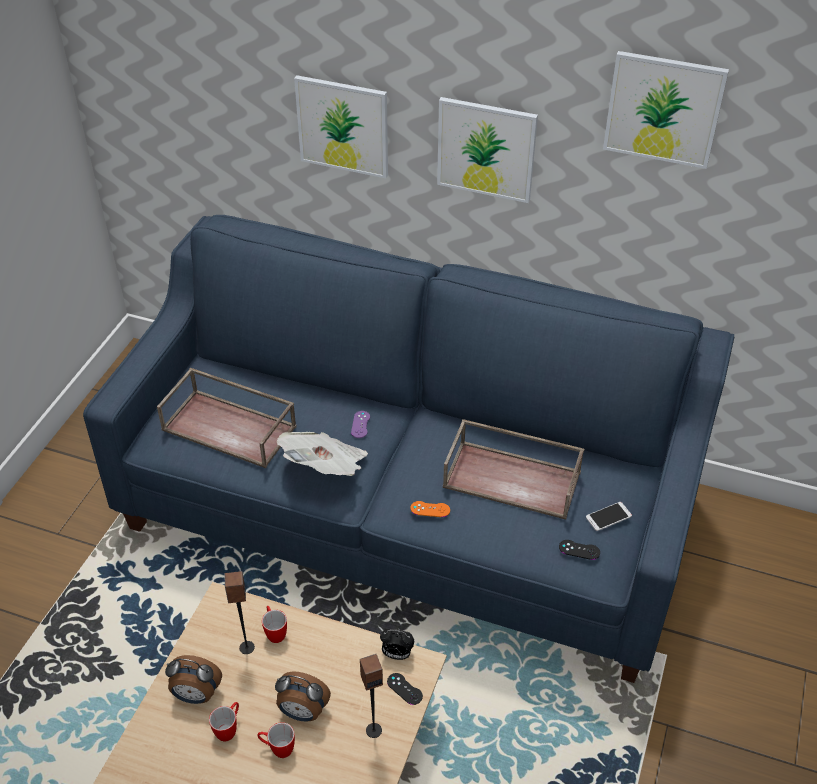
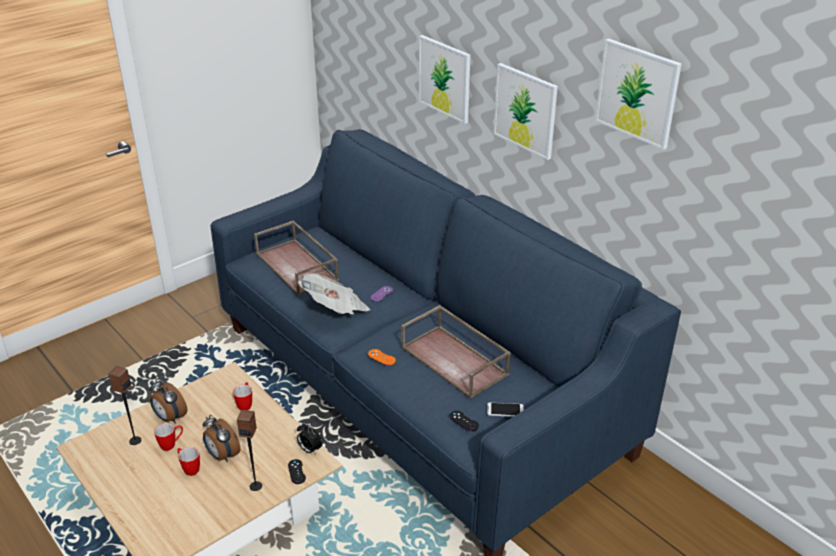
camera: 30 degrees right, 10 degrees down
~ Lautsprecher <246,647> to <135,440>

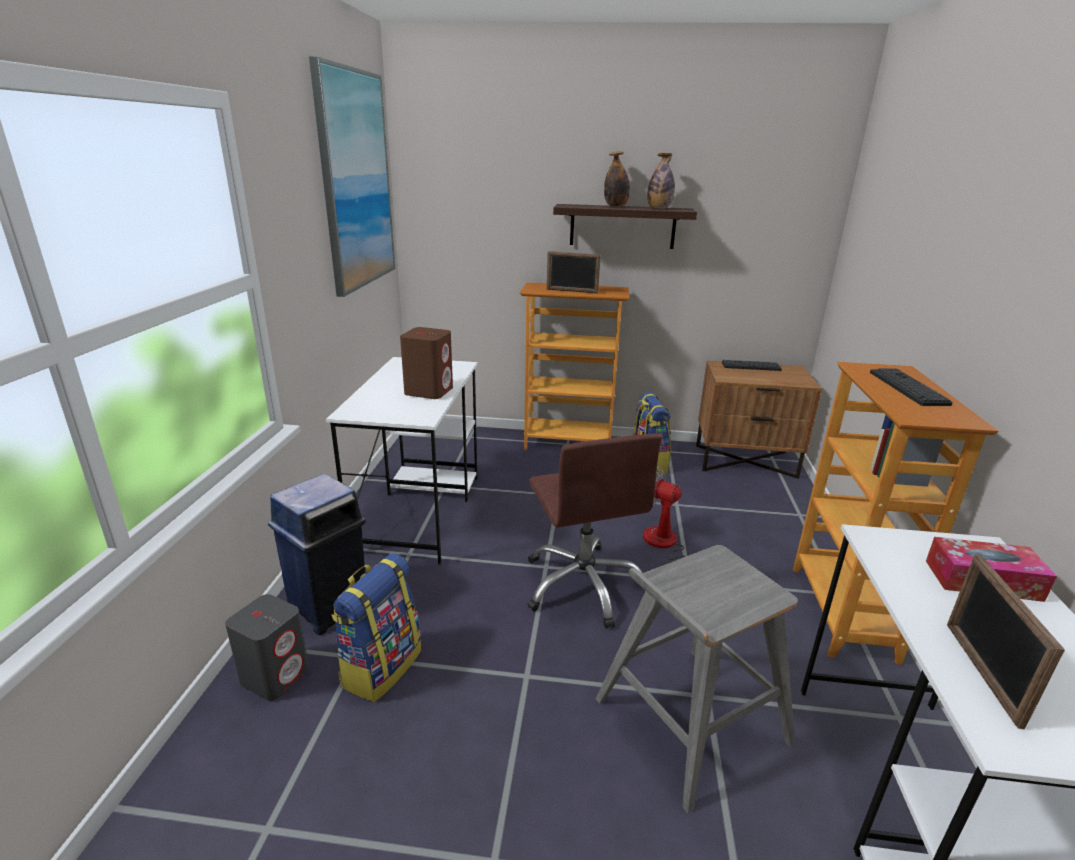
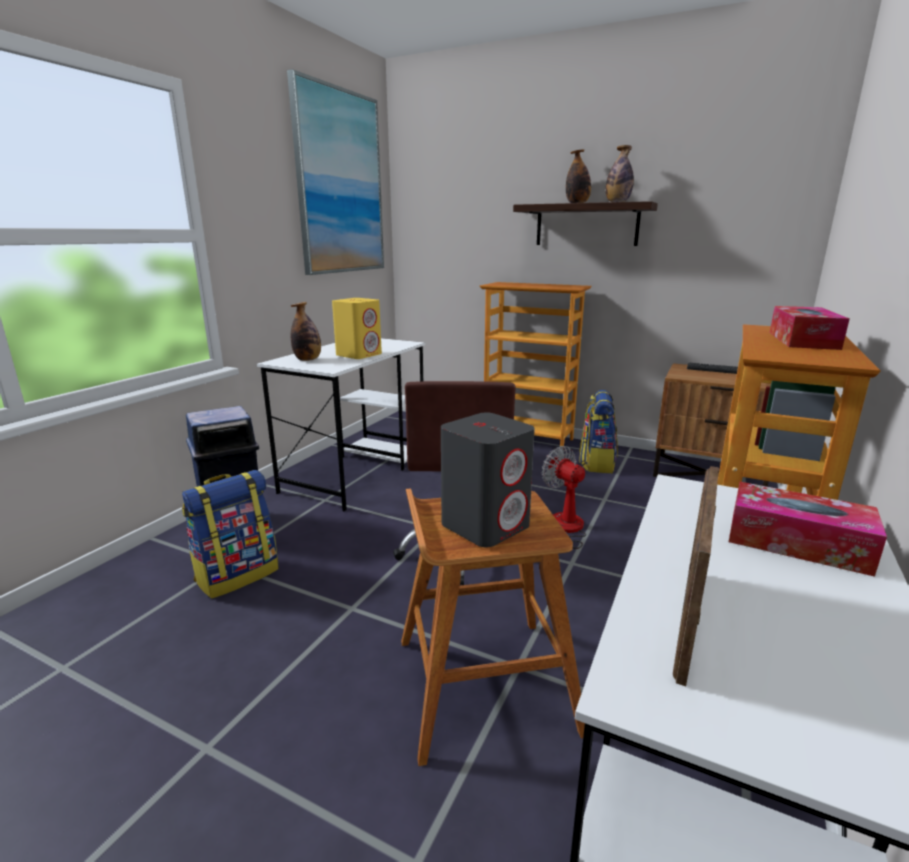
camera: 20 degrees right, 5 degrees down
- Bilderrahmen <572,291>
~ Lautsprecher [braun] <429,391> to Lautsprecher [gelb] <359,355>
~ Tastatur <907,388> to Taschentuchbox <802,340>
~ Hocker [grau] <689,721> to Hocker [braun] <482,684>
~ Lautsprecher [grau] <276,675> to <486,525>
+ Flasche <308,360>

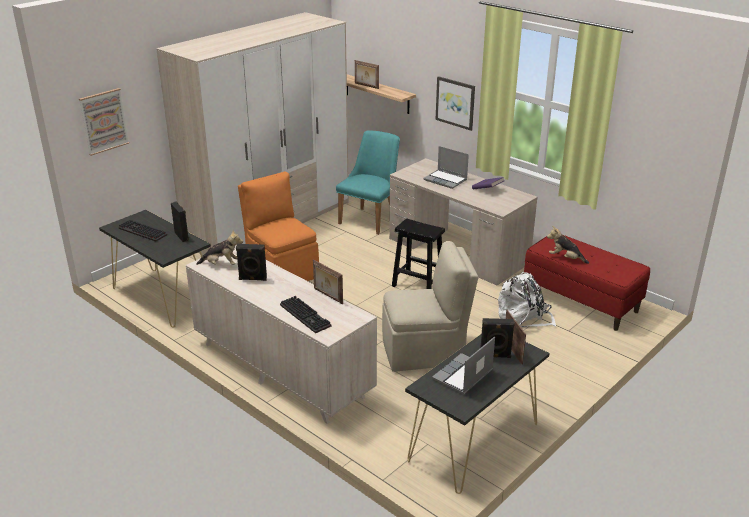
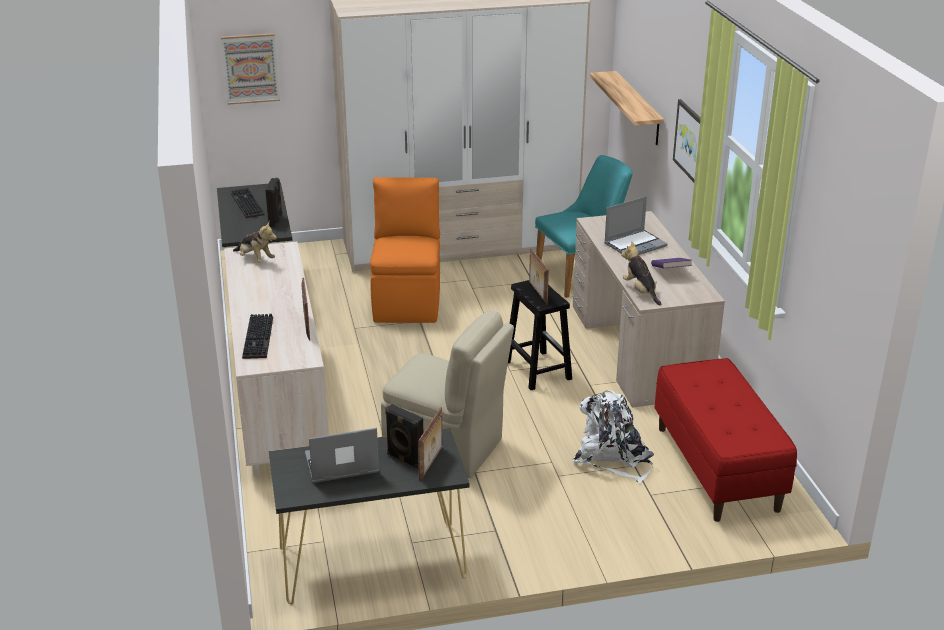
camera: 35 degrees right, 0 degrees up
~ Bilderrahmen <366,86> to <537,293>
~ Laptop <446,180> = <635,244> 105 degrees counterclockwise
~ Plüschtier <565,258> to <640,291>
- Lautsprecher [schwarz] <252,279>

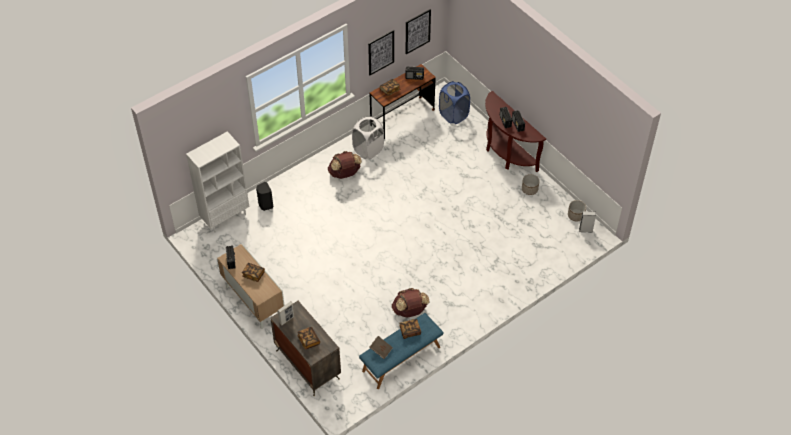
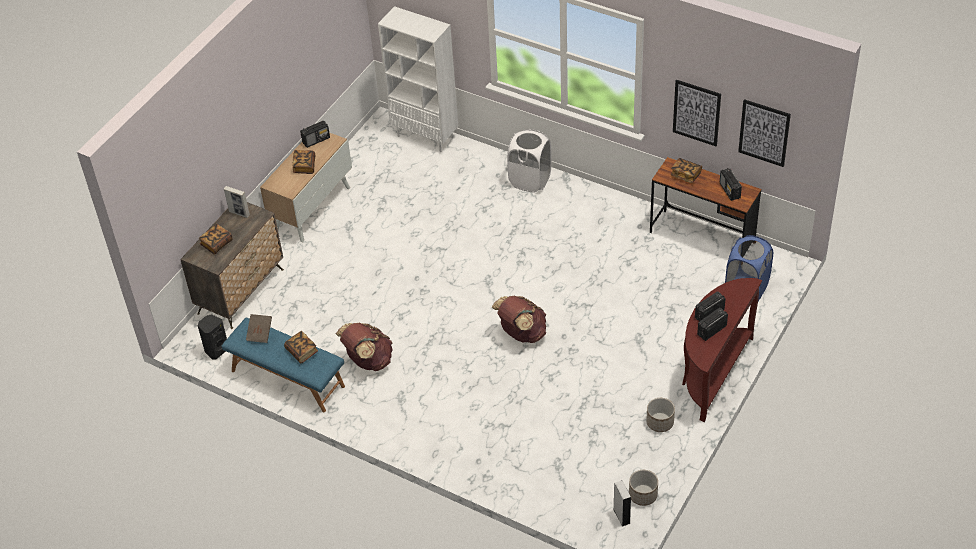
camera: 70 degrees right, 5 degrees down
~ Wäschekorb [weiß] <368,149> to <530,180>
~ Rucksack [braun] <344,174> to <521,333>
~ Lautsprecher [schwarz] <265,205> to <216,350>

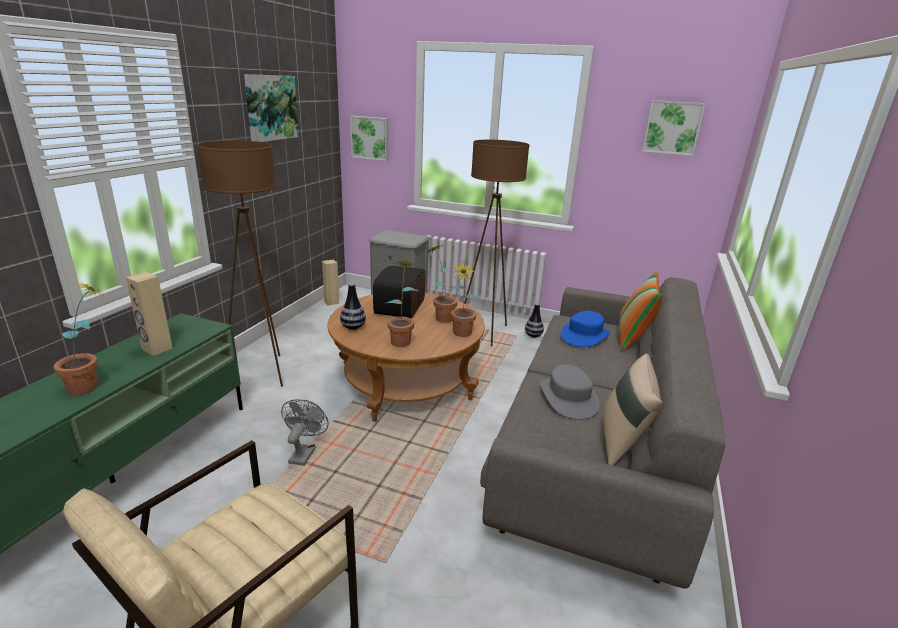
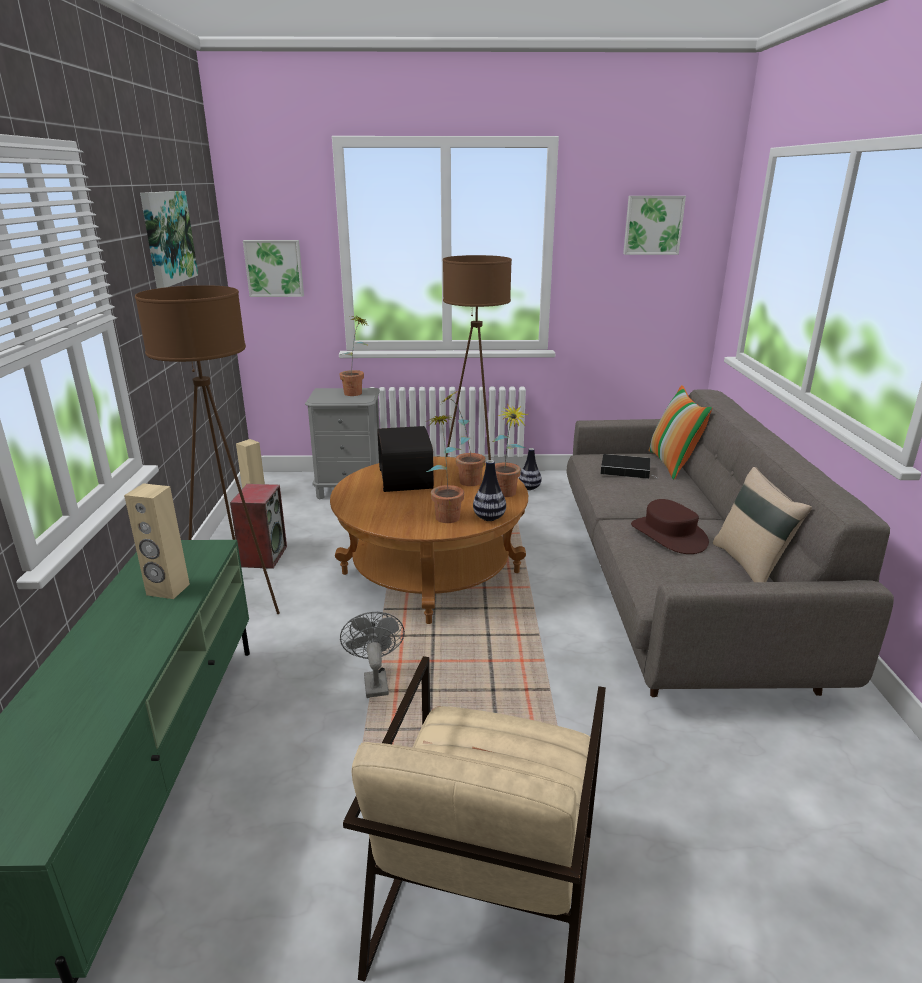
camera: 20 degrees left, 0 degrees up
~ Topfpflanze <93,385> to <356,392>
~ Vase <353,327> to <489,518>
~ Hut [blau] <584,335> to Buch <627,470>
~ Hut [grau] <568,398> to Hut [braun] <669,535>
+ Lautsprecher <263,556>

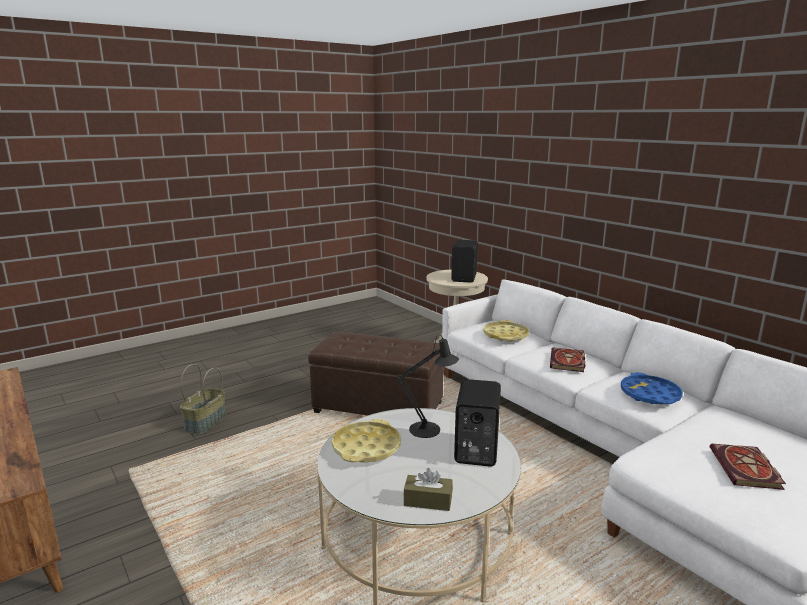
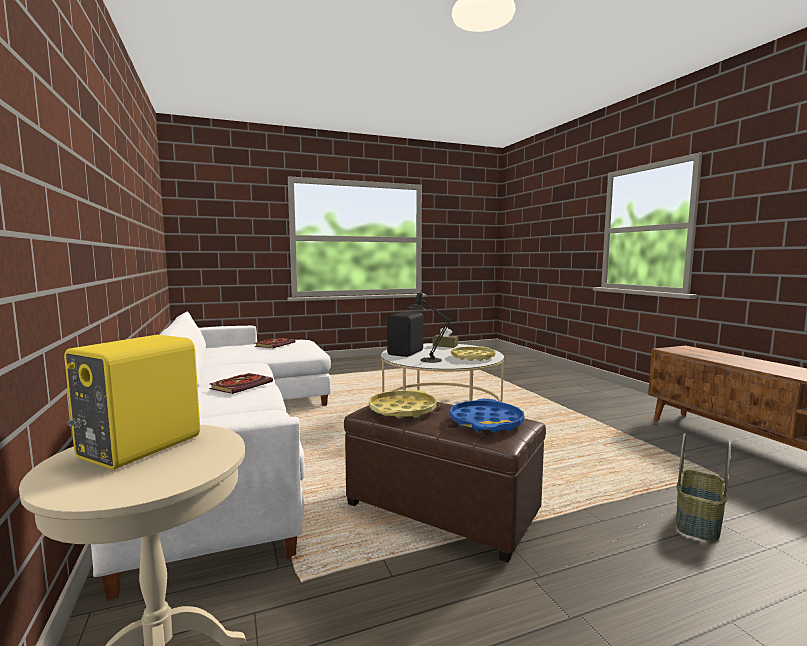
camera: 165 degrees left, 10 degrees down
~ Lautsprecher [schwarz] <465,278> to Lautsprecher [gelb] <137,448>
~ Tablett [gelb] <505,335> to <402,410>
~ Tablett [blau] <650,395> to <486,422>

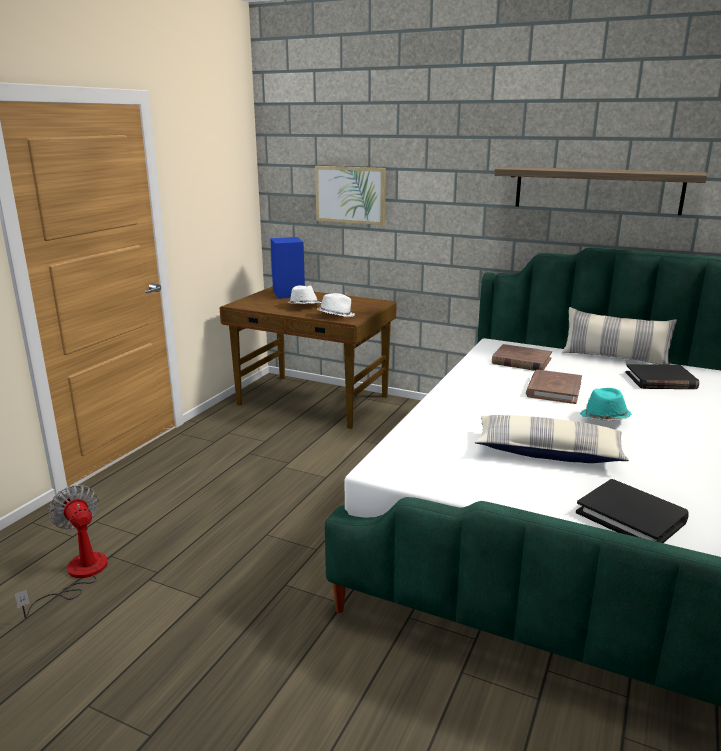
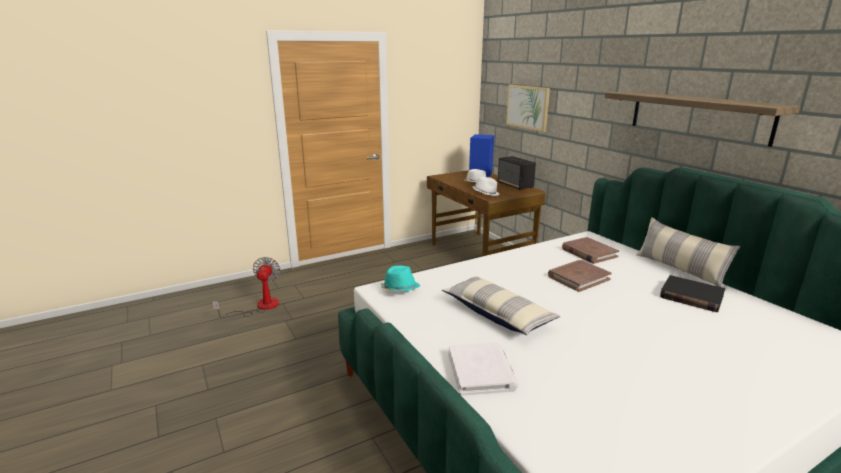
camera: 35 degrees right, 0 degrees up
~ Hut [türkis] <604,418> to <399,289>
~ Buch [schwarz] <631,517> to Buch [weiß] <481,371>
+ Lautsprecher <515,185>

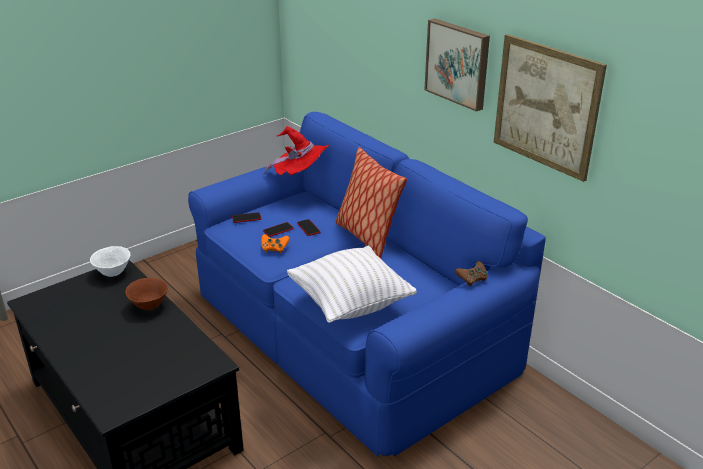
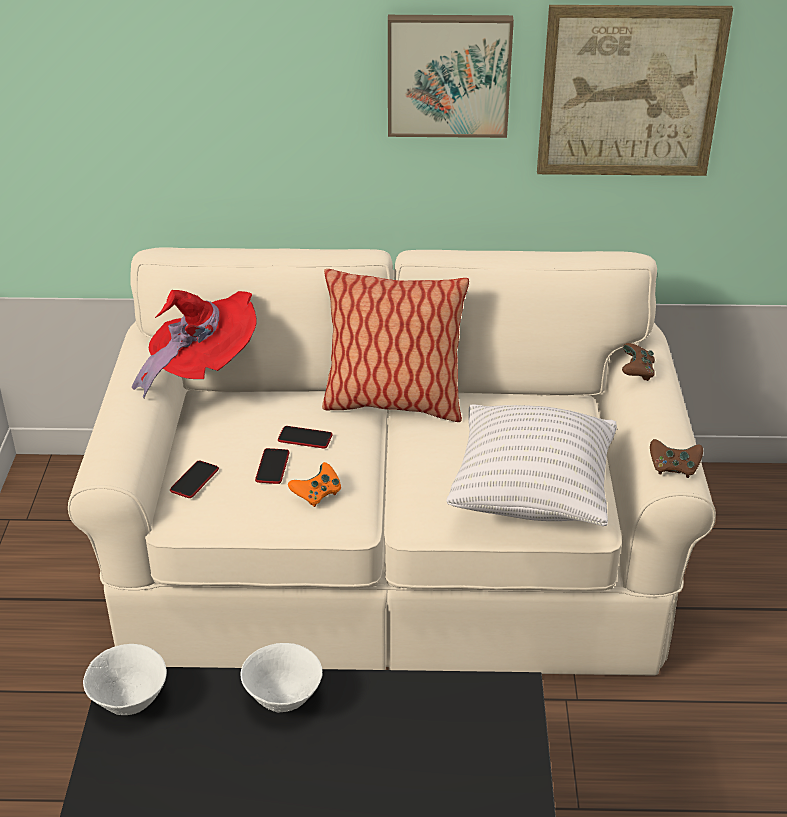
camera: 50 degrees left, 5 degrees up
~ Sofa [blau] <352,331> to Sofa [beige] <394,560>
~ Schüssel [braun] <149,306> to Schüssel [weiß] <284,699>
+ Gamepad [braun] <673,468>

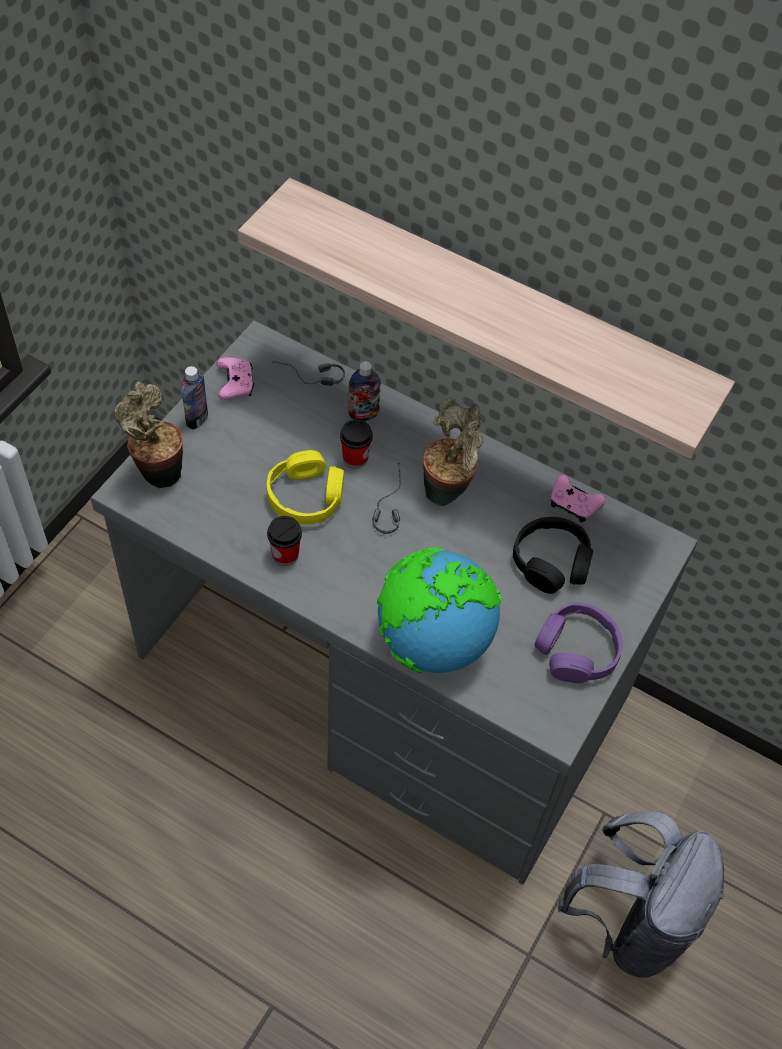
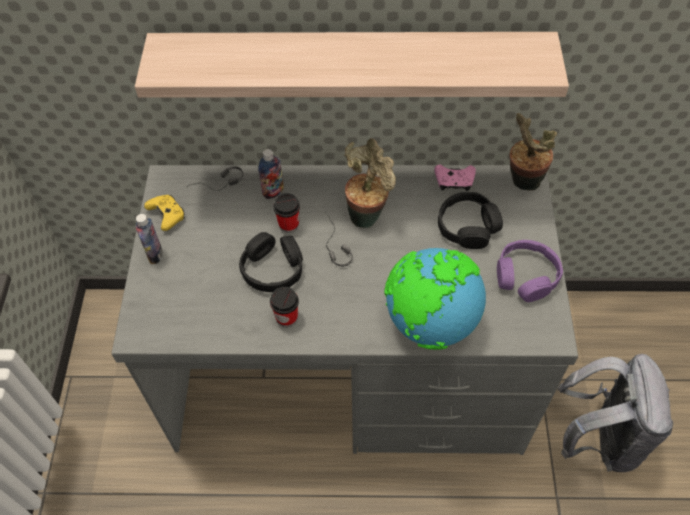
camera: 25 degrees left, 0 degrees up
~ Gamepad [rosa] <235,384> to Gamepad [gelb] <167,216>
~ Topfpflanze <157,472> to <522,181>
~ Kopfhörer [gelb] <306,496> to Kopfhörer [schwarz] <273,269>

